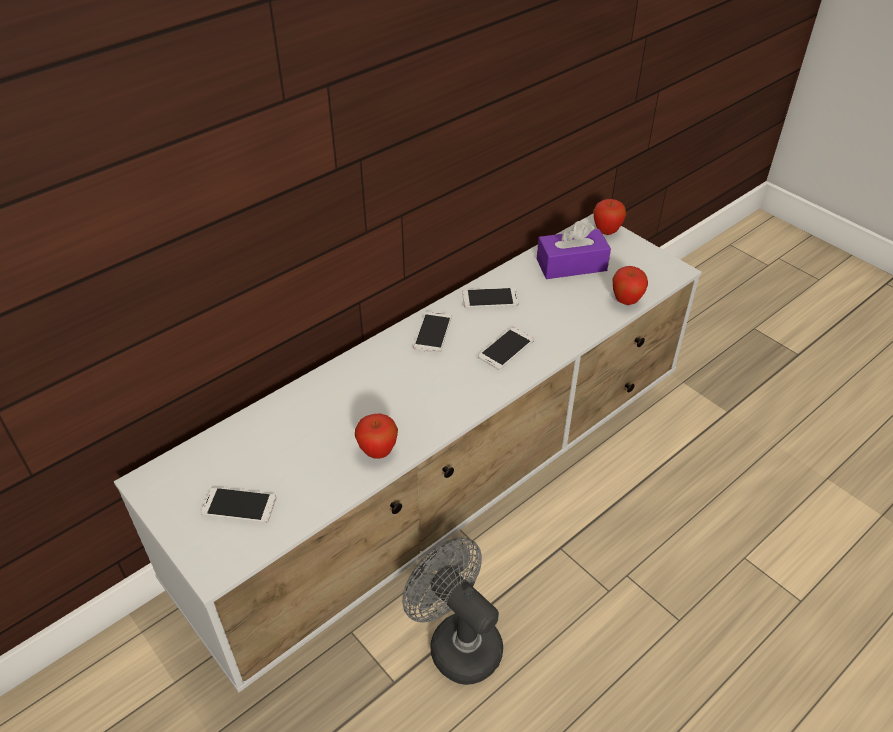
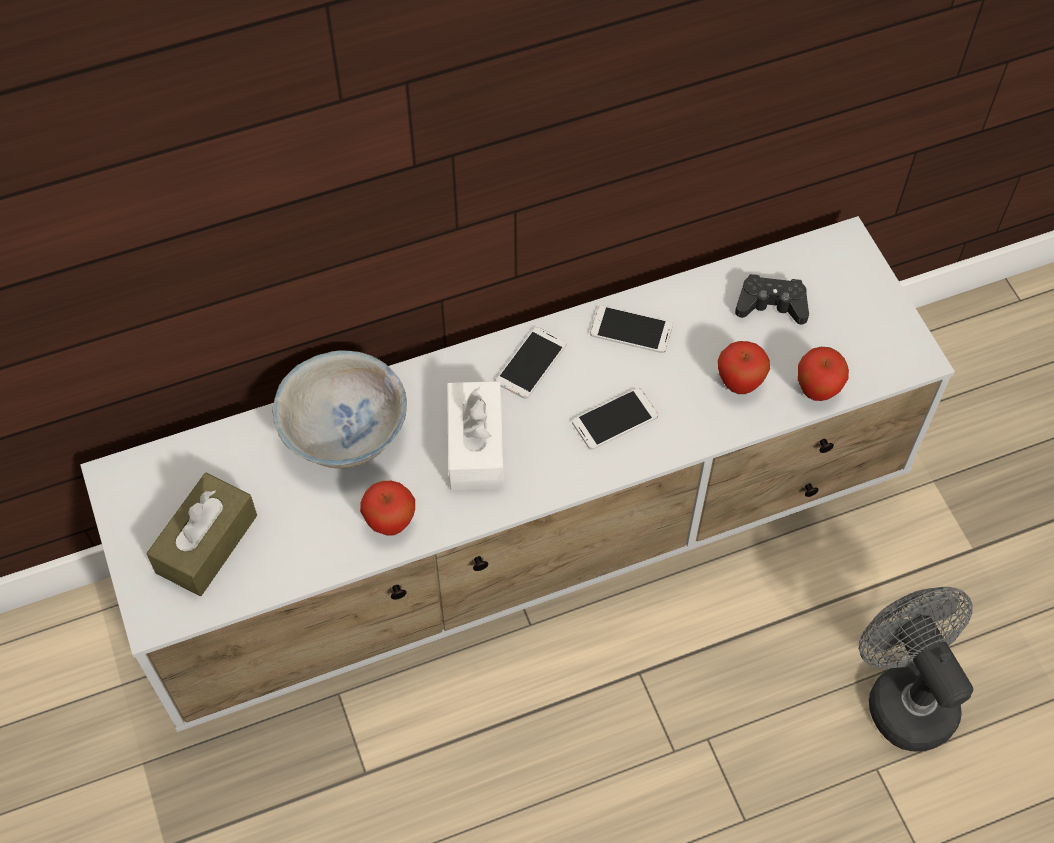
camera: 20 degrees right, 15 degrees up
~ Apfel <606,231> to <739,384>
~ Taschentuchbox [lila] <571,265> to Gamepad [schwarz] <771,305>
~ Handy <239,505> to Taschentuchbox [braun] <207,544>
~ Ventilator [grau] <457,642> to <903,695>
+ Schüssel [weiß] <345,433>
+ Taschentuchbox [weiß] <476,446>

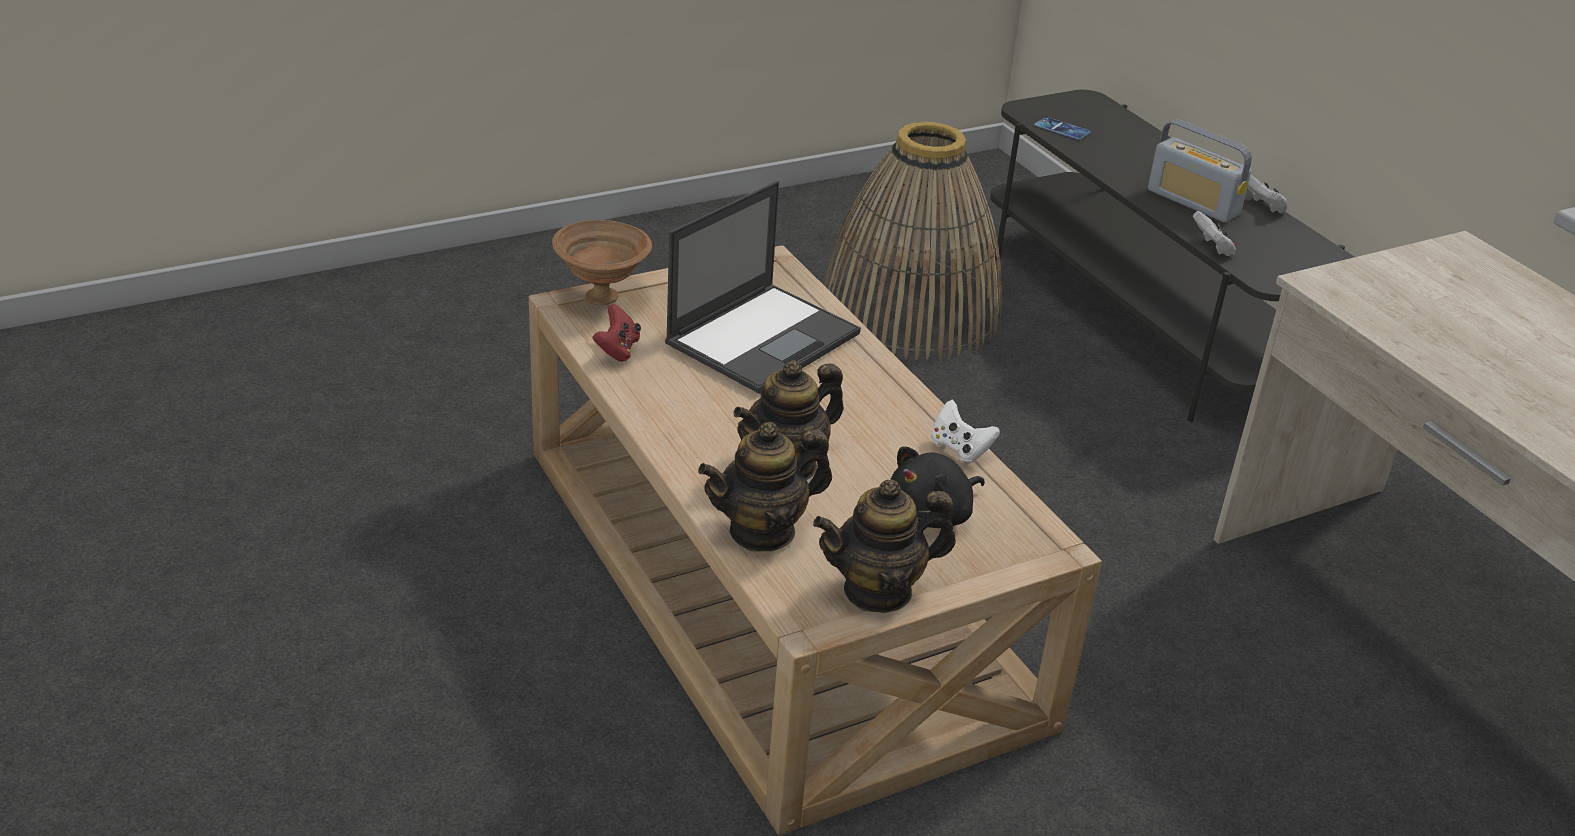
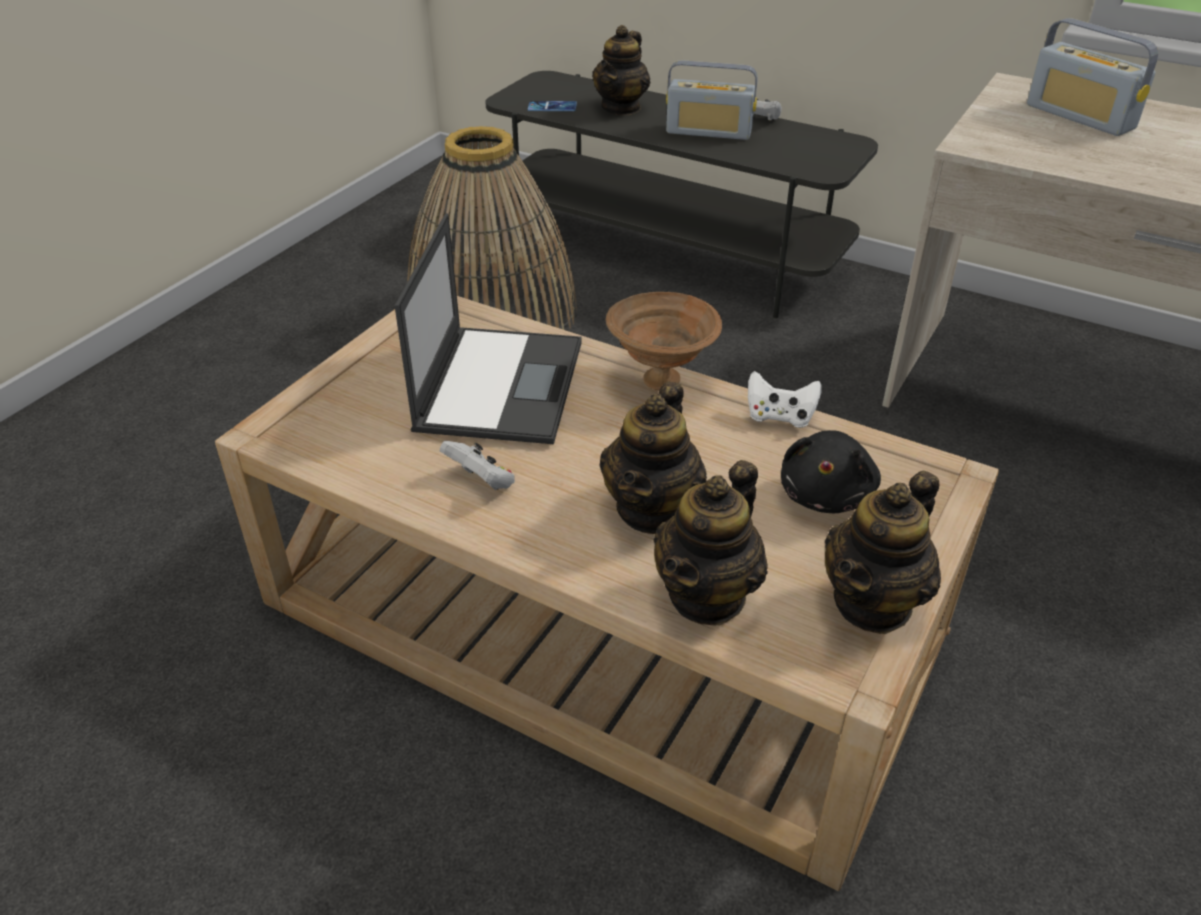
camera: 30 degrees left, 5 degrees up
~ Gamepad [weiß] <1212,248> to <481,482>
~ Schüssel [braun] <601,296> to <659,378>
- Gamepad [rot] <618,350>
+ Radio <1080,117>
+ Teekanne <621,108>

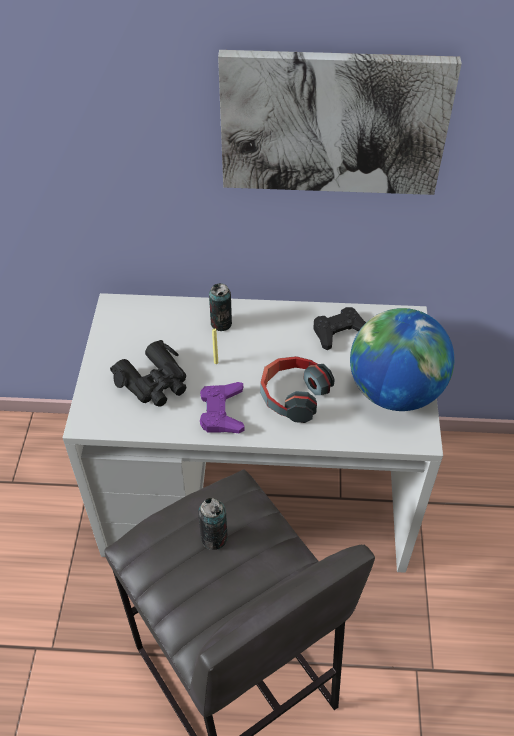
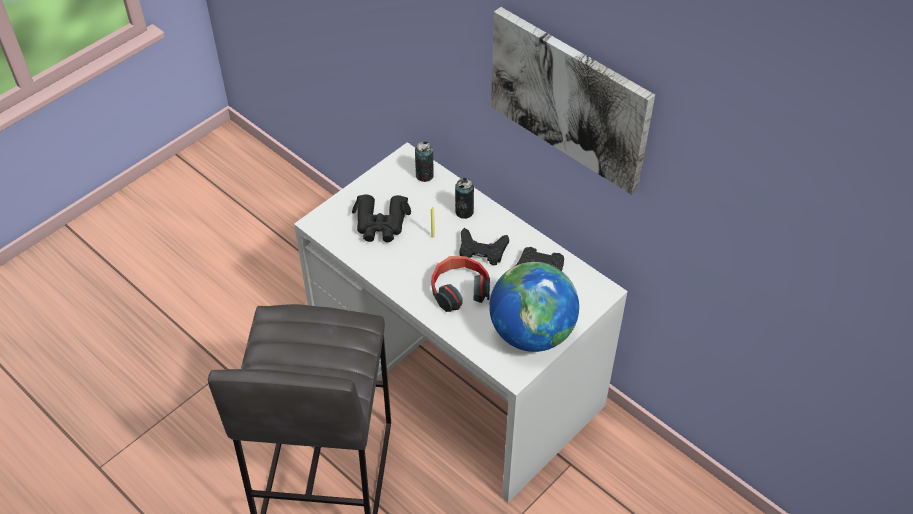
camera: 40 degrees right, 0 degrees up
- Gamepad [lila] <222,412>
~ Dose <214,538> to <424,175>
+ Gamepad [schwarz] <482,250>

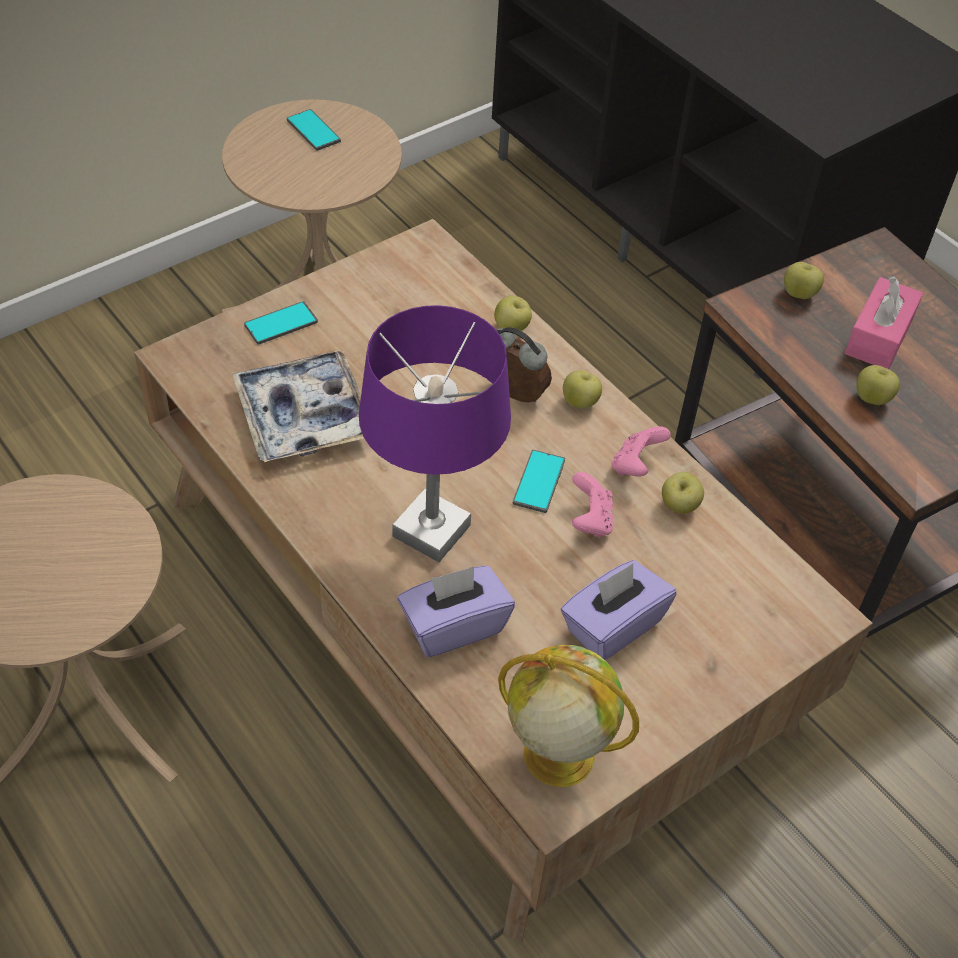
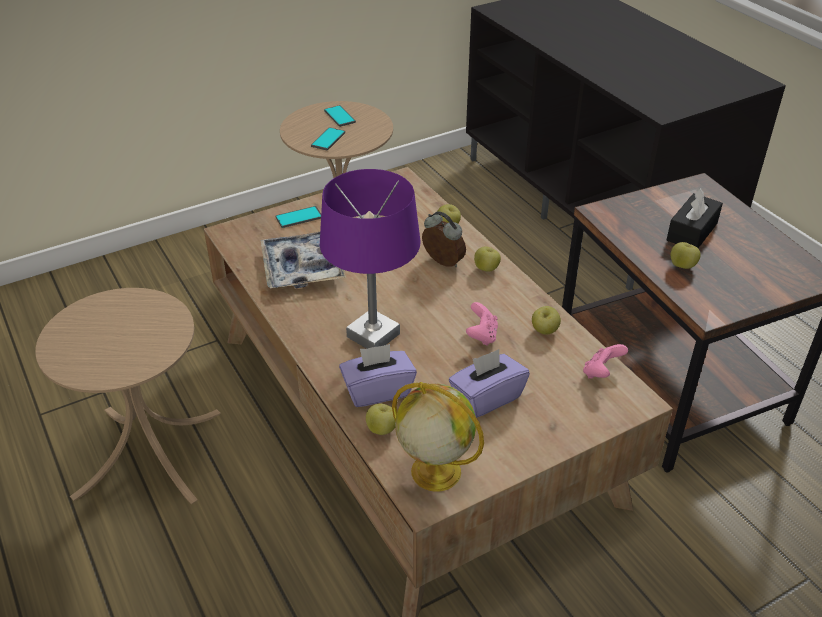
camera: 10 degrees right, 10 degrees down
~ Apfel <799,294> to <382,429>
~ Taschentuchbox [rosa] <878,336> to Taschentuchbox [schwarz] <692,232>
~ Gamepad [rosa] <635,466> to <601,373>
~ Handy <539,482> to <328,139>

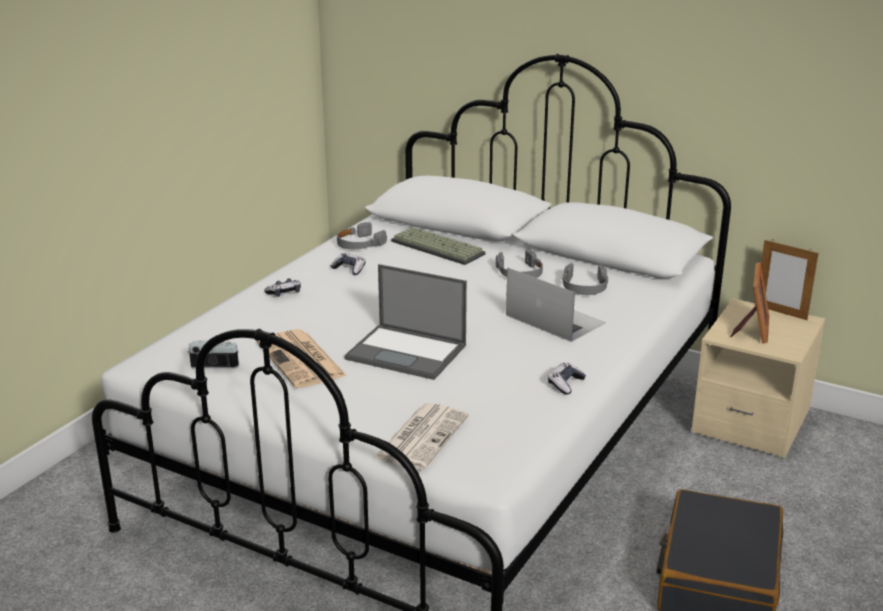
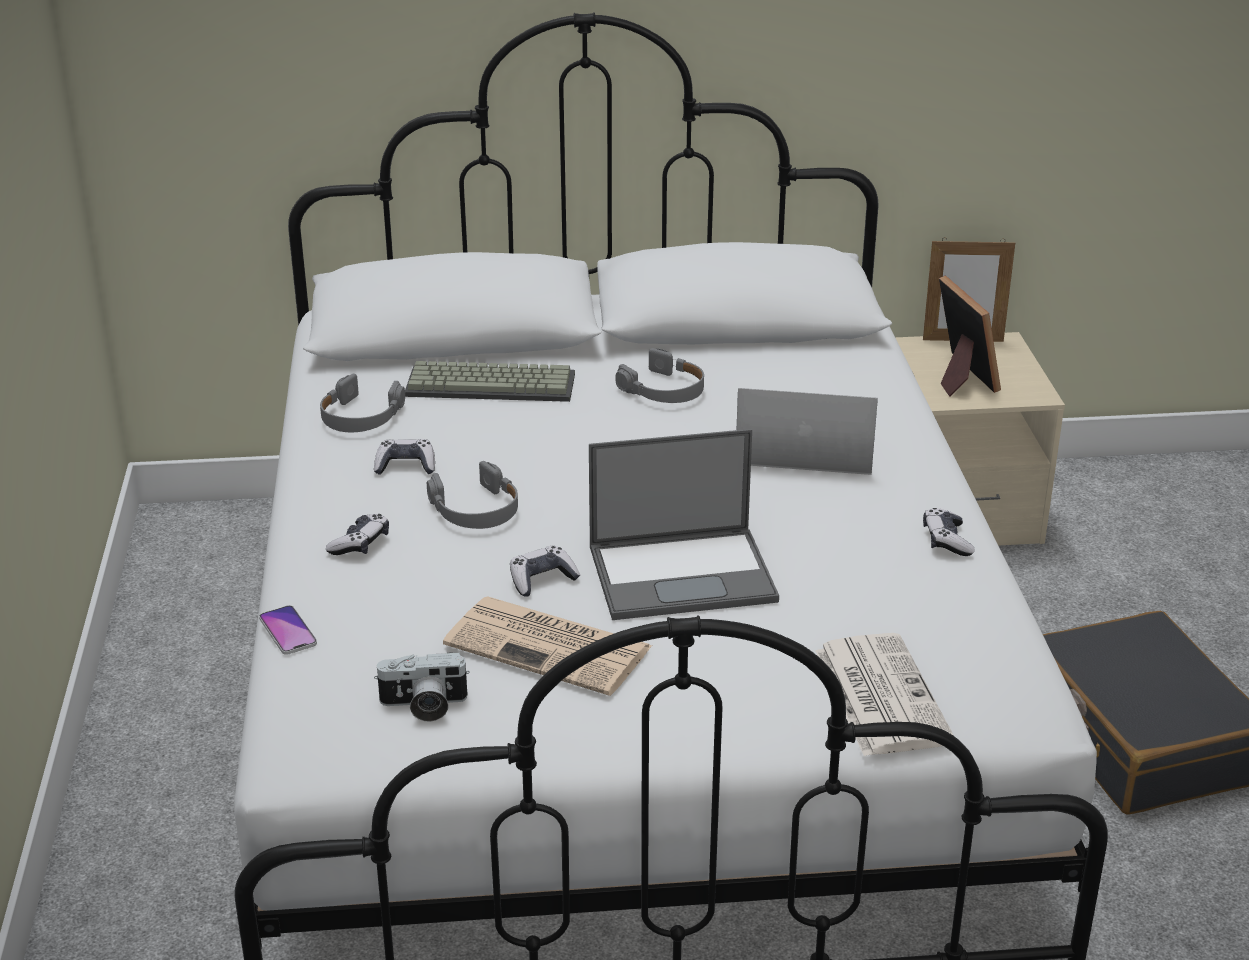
camera: 35 degrees left, 5 degrees up
~ Kopfhörer [grau] <584,287> to <476,510>
~ Kamera <216,363> = <423,706> 150 degrees counterclockwise
+ Gamepad <542,580>
+ Handy <288,631>

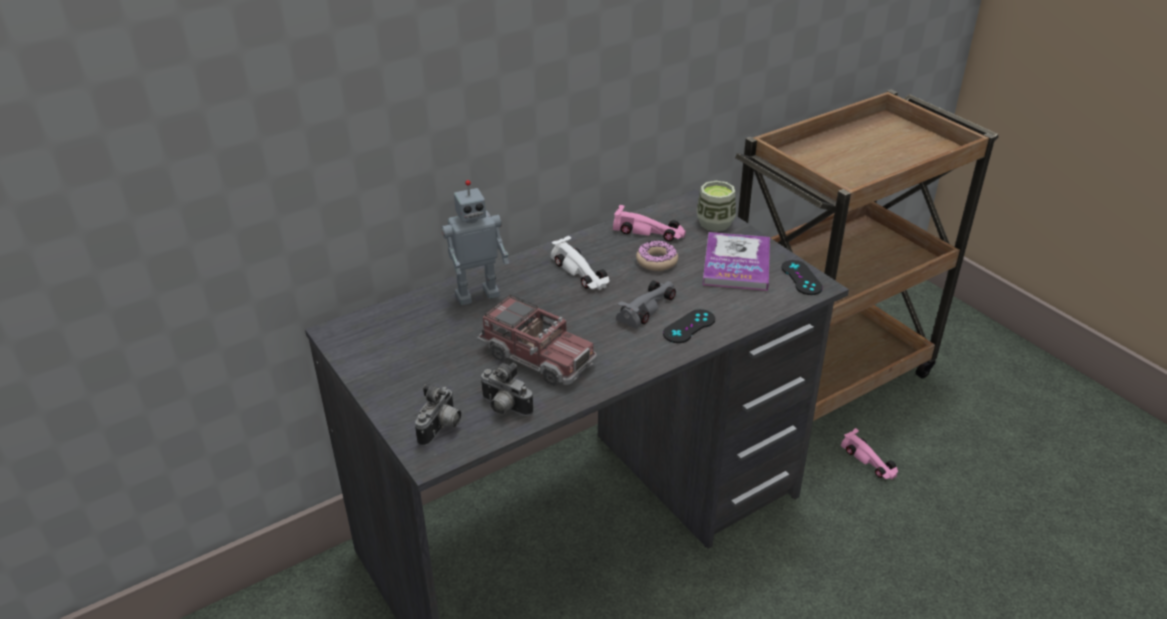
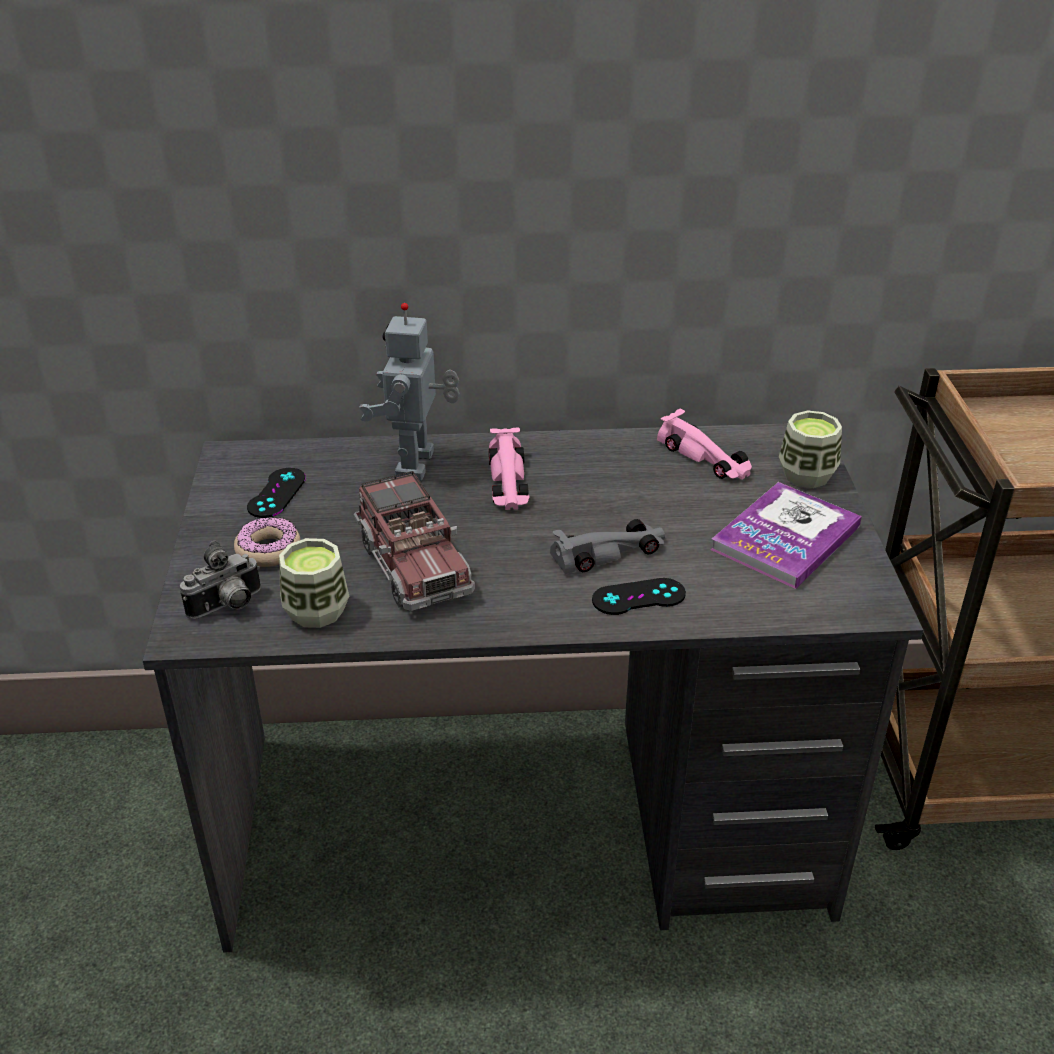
camera: 30 degrees right, 0 degrees up
~ Spielzeugroboter <477,294> = <418,465> 90 degrees clockwise
- Spielzeugauto [weiß] <581,272>
~ Donut <656,261> to <268,550>
~ Gamepad [schwarz] <801,278> to <276,493>
~ Kamera <504,408> to Tasse <316,610>
~ Spielzeugauto [rosa] <869,461> to <508,481>

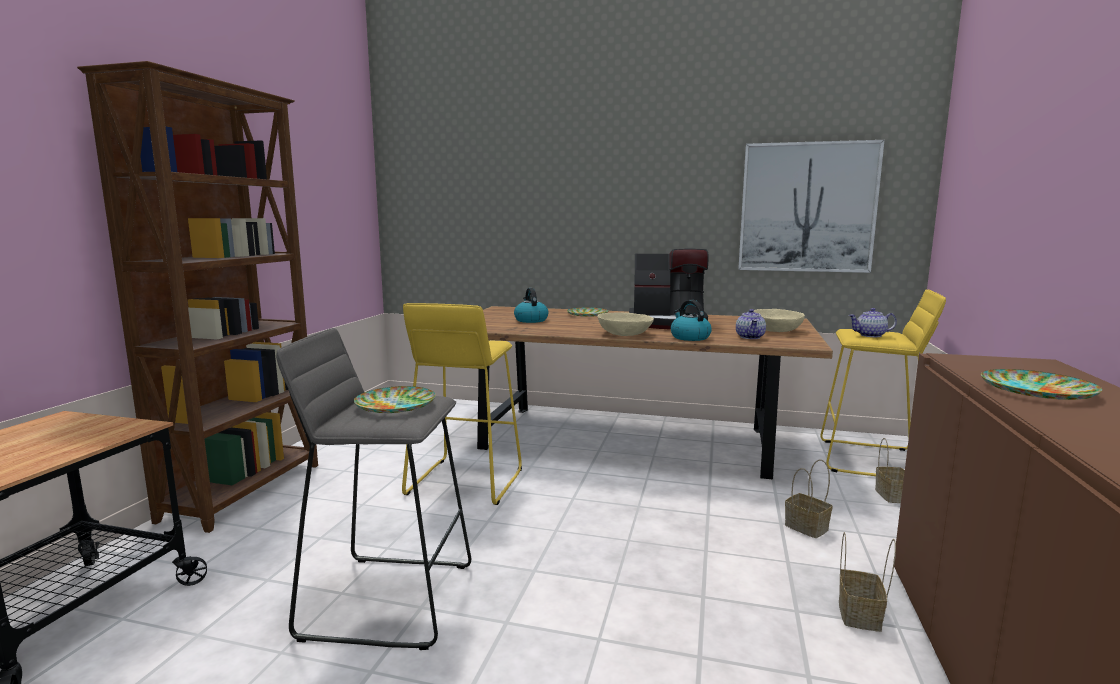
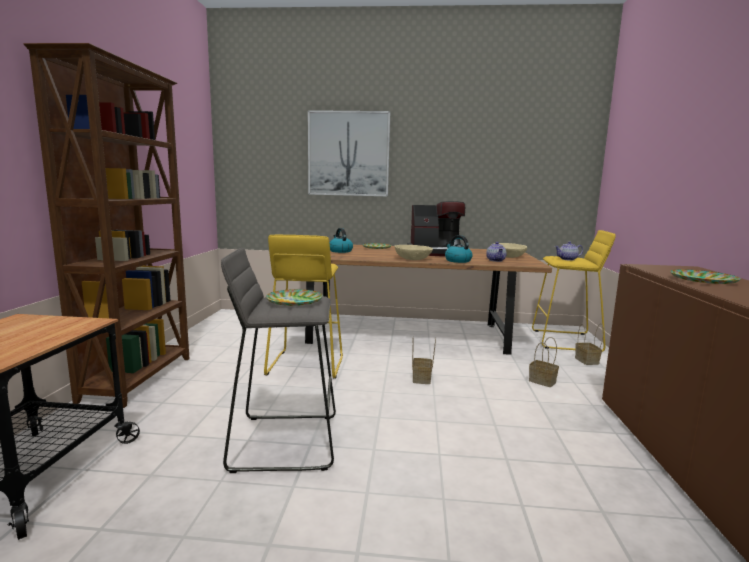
camera: 10 degrees left, 0 degrees up
~ Bild <807,207> to <348,154>
~ Korb <860,616> to <422,379>

